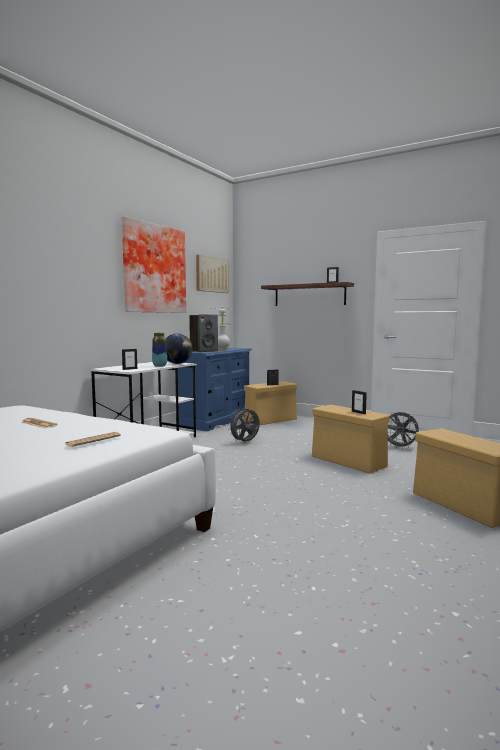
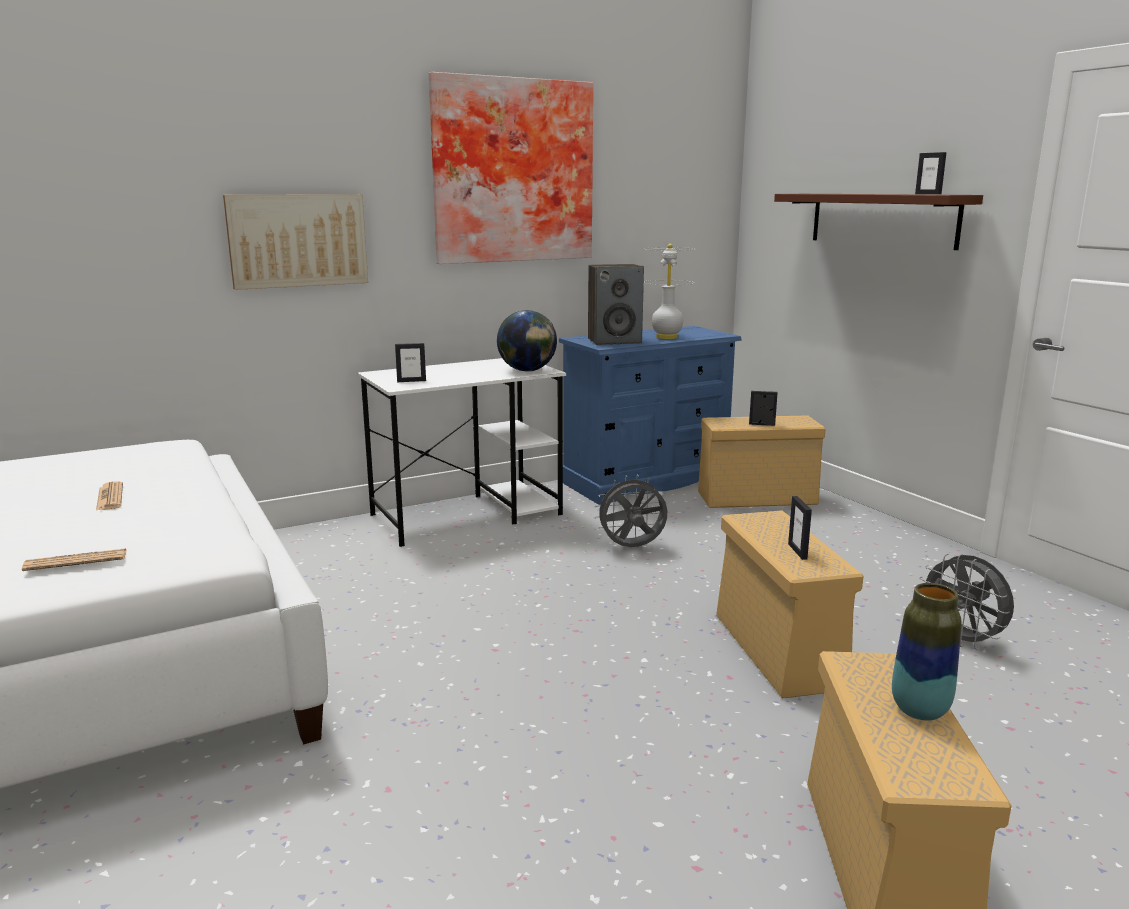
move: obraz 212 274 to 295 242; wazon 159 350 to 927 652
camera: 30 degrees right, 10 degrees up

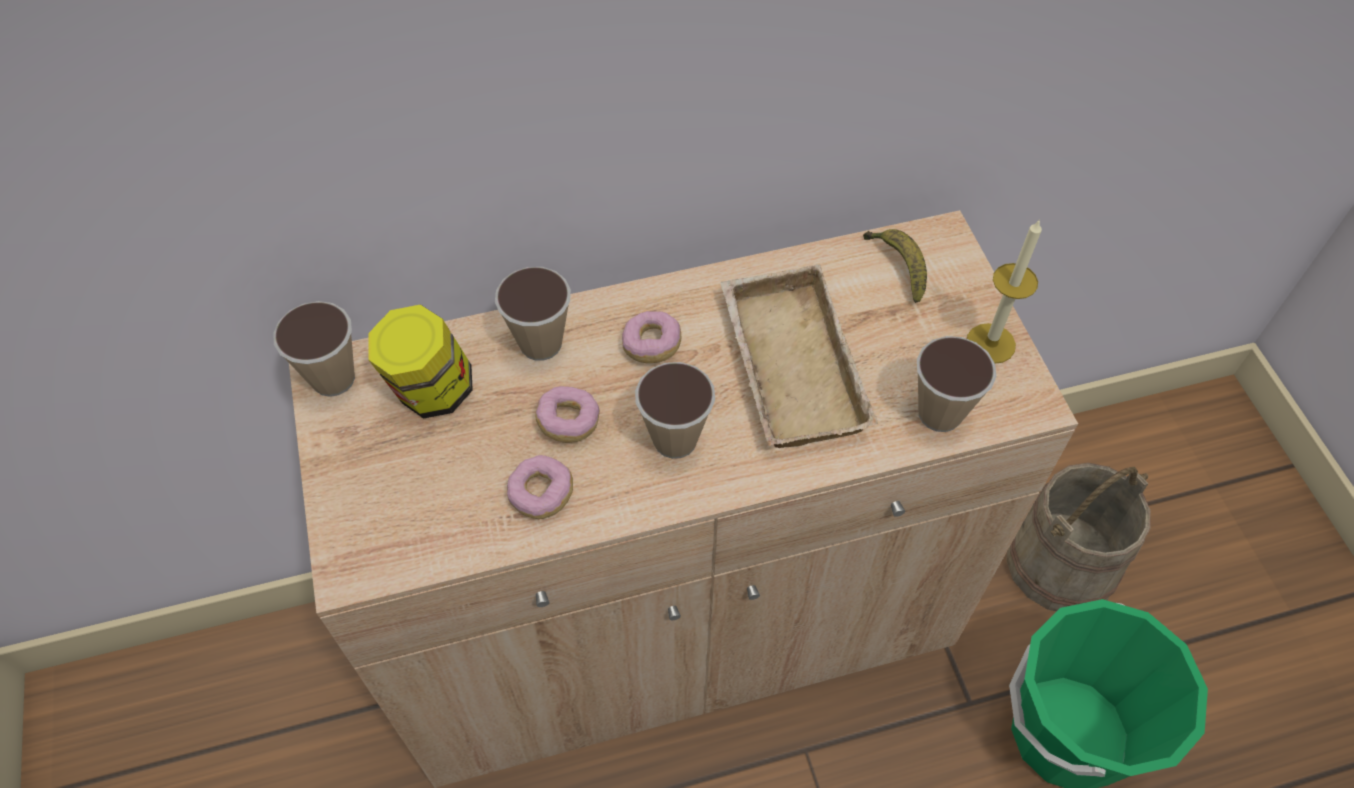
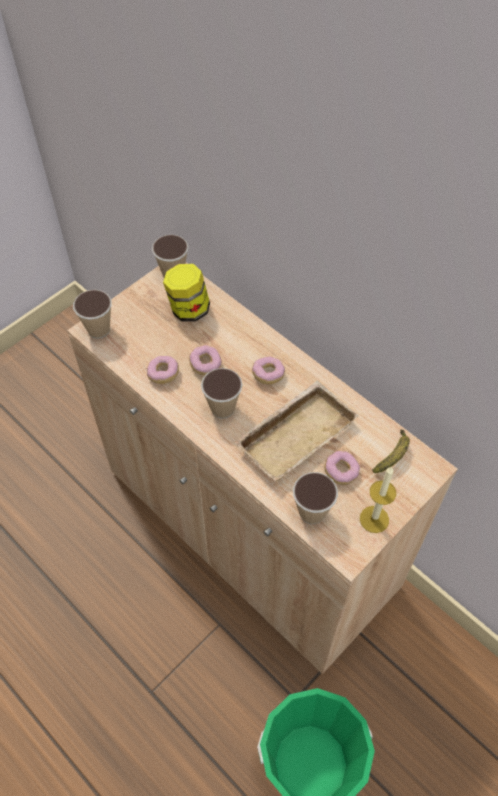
delete: wiadro (beżowy) 1078 537
insert: donut 342 468
move: filiżanka 533 314 to 92 314
camera: 60 degrees right, 0 degrees up

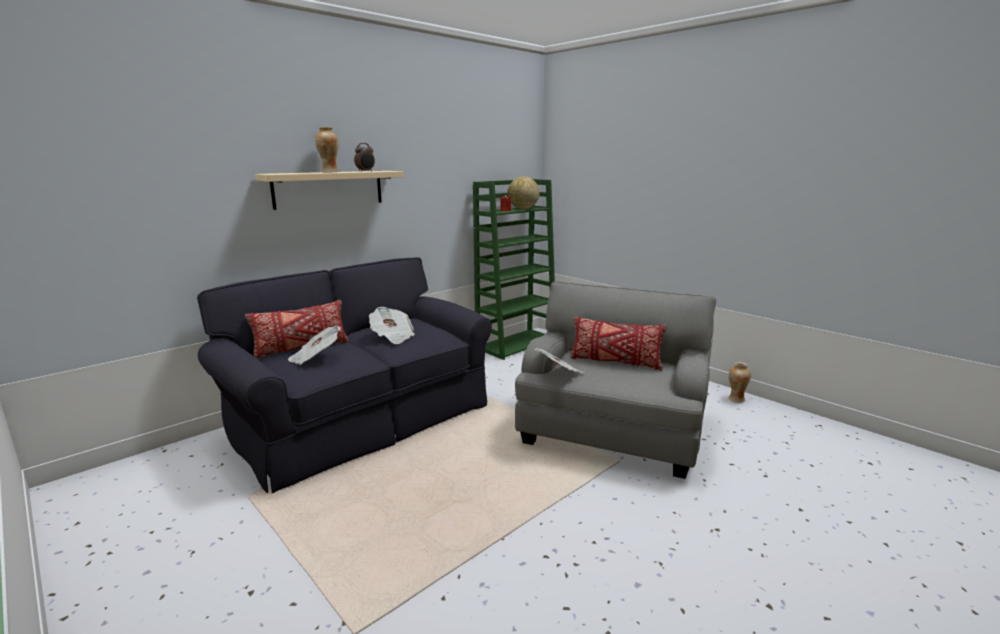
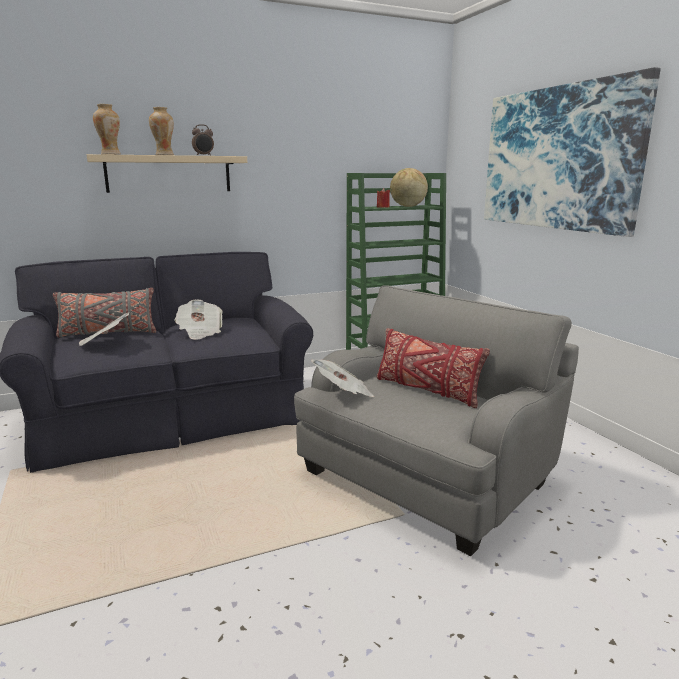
insert: obraz 572 152
move: wazon 740 382 to 107 129
recolor: poduszka (czerwony) 297 329 to poduszka (szary) 104 313
camera: 20 degrees right, 0 degrees up

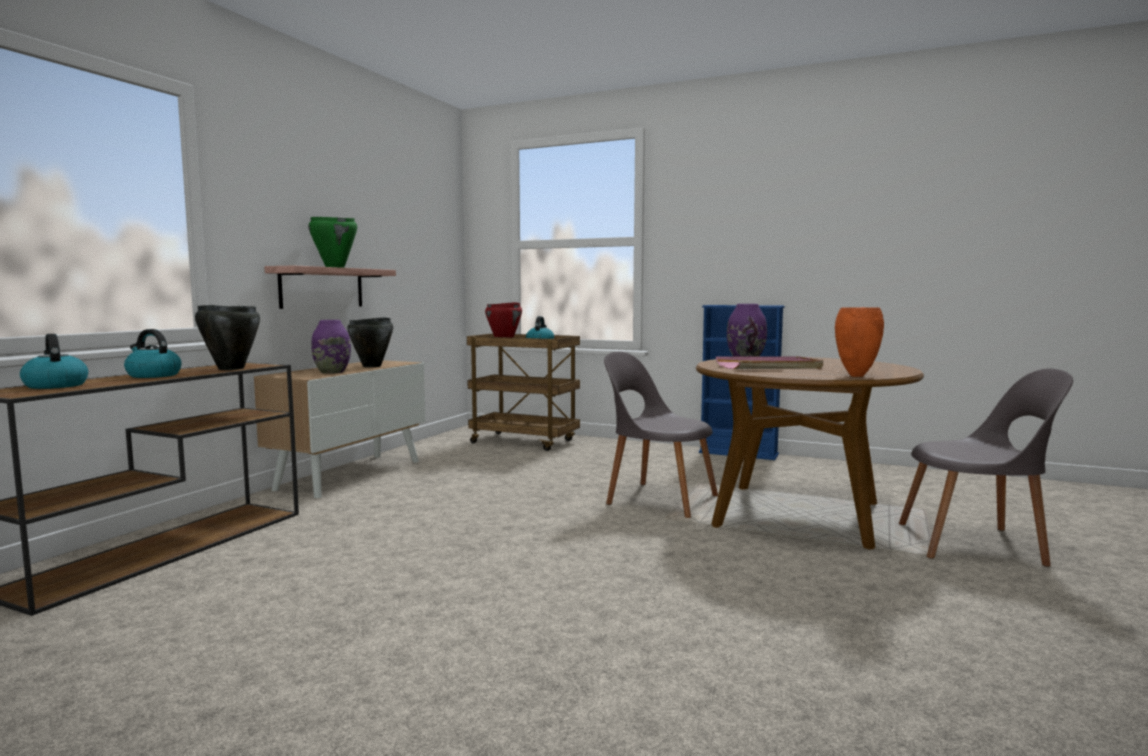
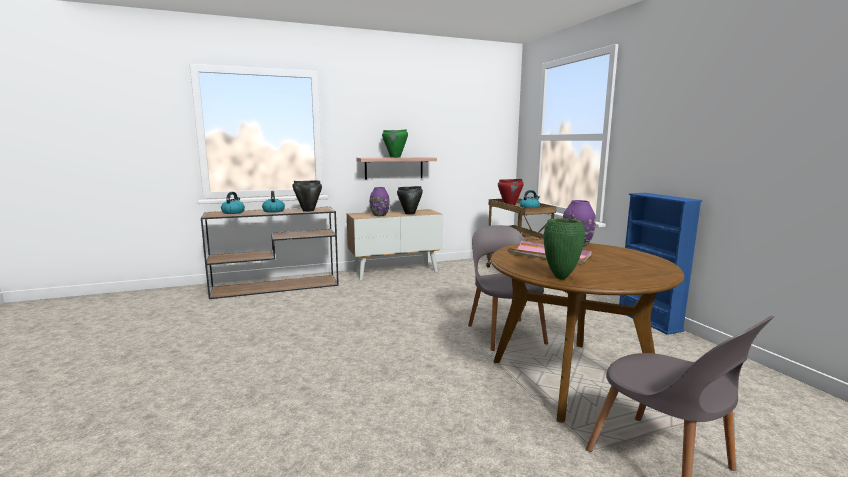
recolor: wazon (pomarańczowy) 859 342 to wazon (zielony) 564 248
camera: 45 degrees right, 5 degrees up

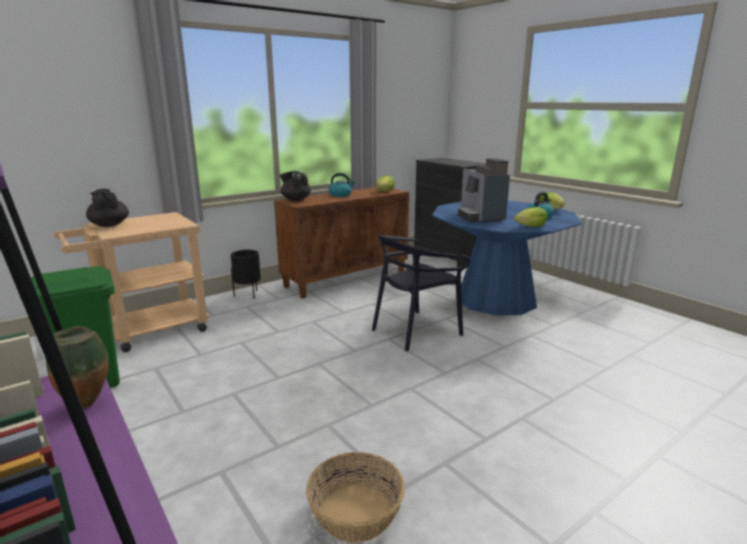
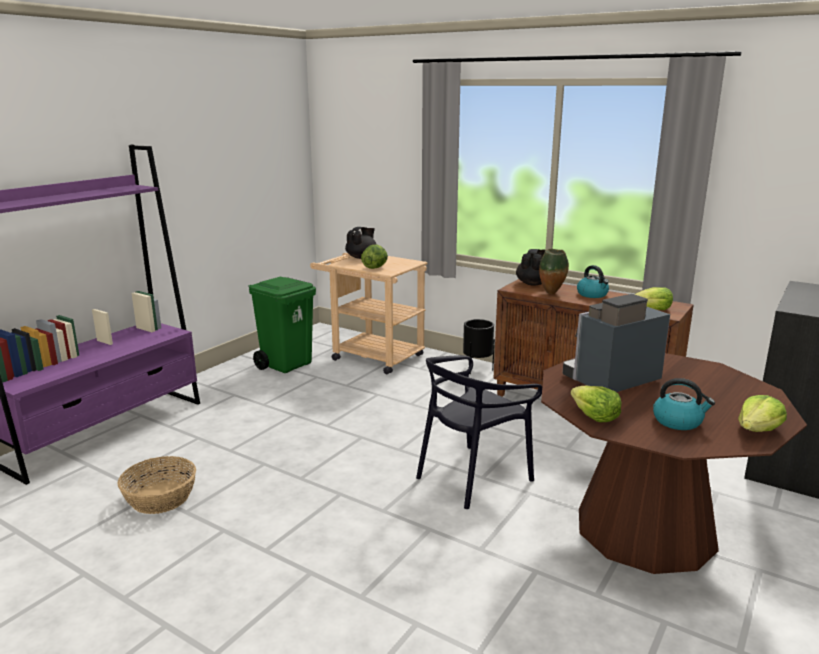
insert: sałata 374 256
move: wazon 77 367 to 554 271
recolor: stół jadalny (niebieski) 506 258 to stół jadalny (brązowy) 674 463
rotate: krzesło (czarny) 421 293 = 479 432 75 degrees counterclockwise
camera: 70 degrees right, 0 degrees up

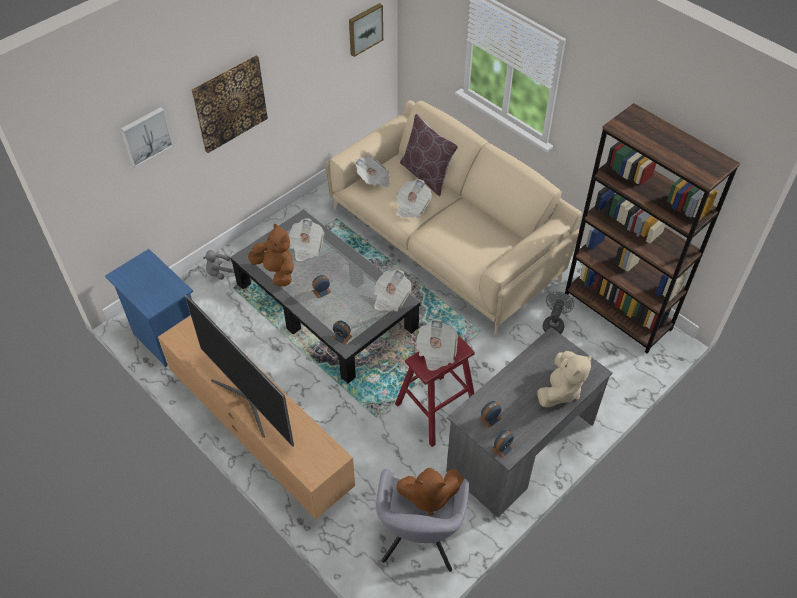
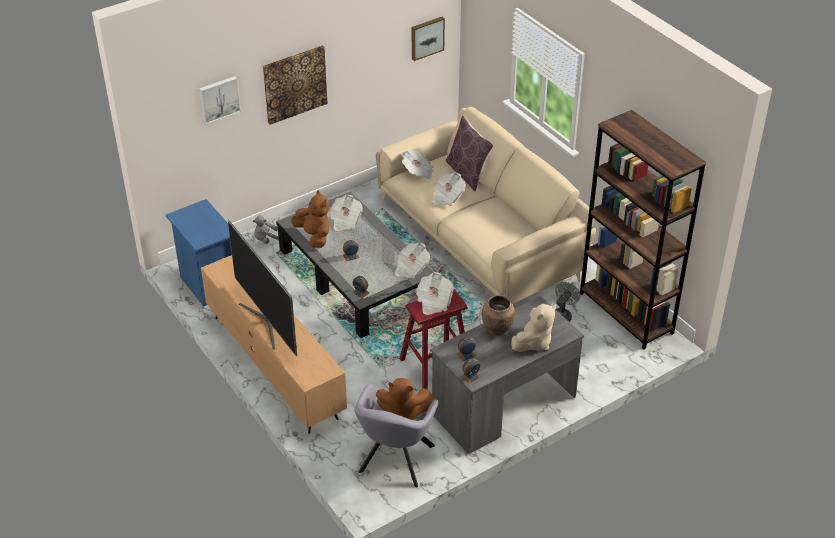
insert: wazon (brązowy) 498 315
camera: 10 degrees right, 10 degrees down

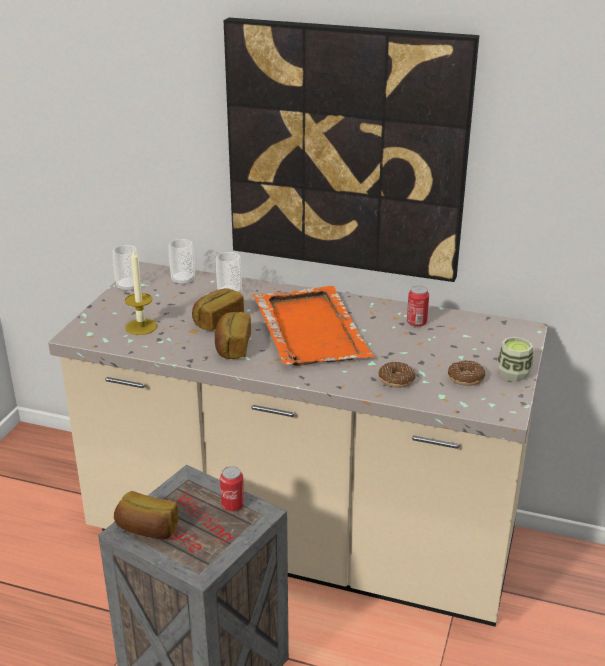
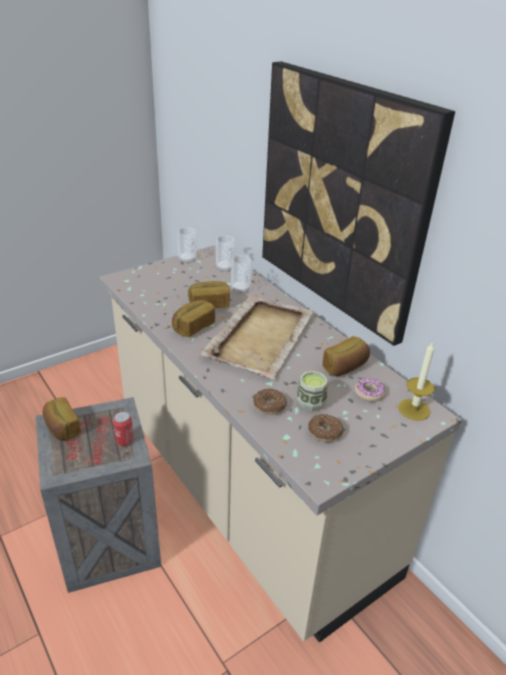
insert: donut 369 390
move: filiżanka 515 359 to 312 391; świeca 141 292 to 416 380
replace: puszka 418 306 to chleb 346 356
recolor: taca (pomarańczowy) 314 326 to taca (beżowy) 257 337
camera: 35 degrees right, 5 degrees up

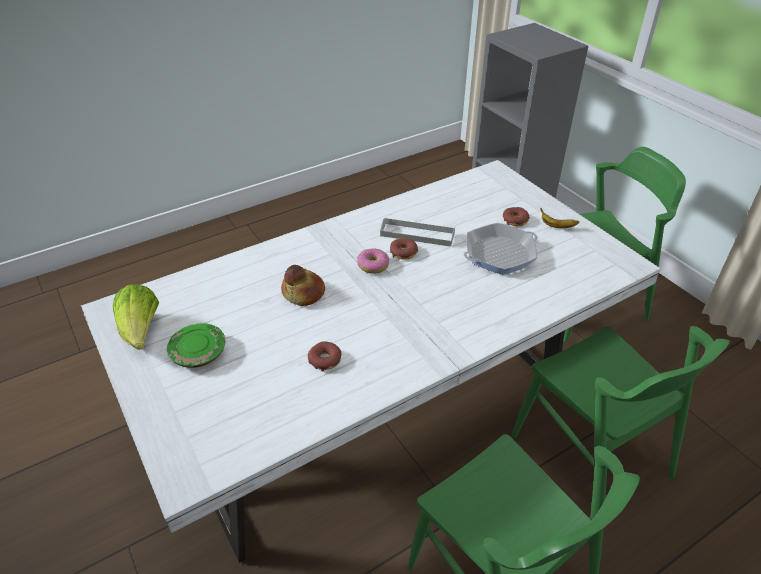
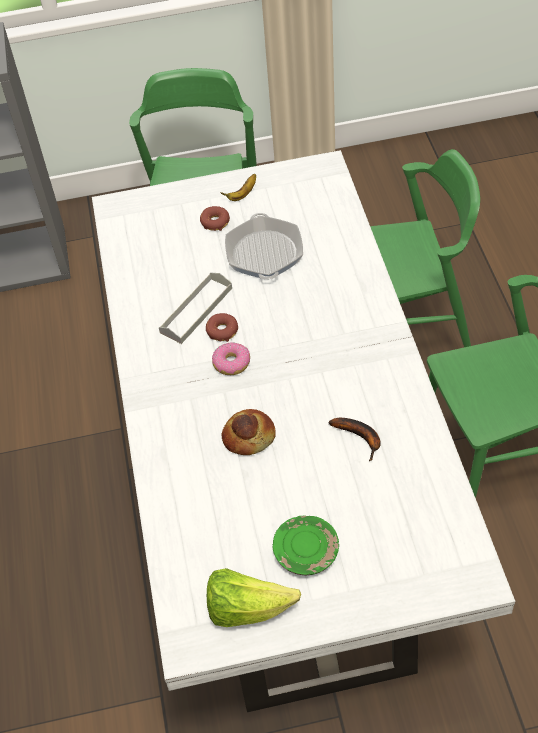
replace: donut 324 356 to banan 354 439
camera: 65 degrees left, 10 degrees up

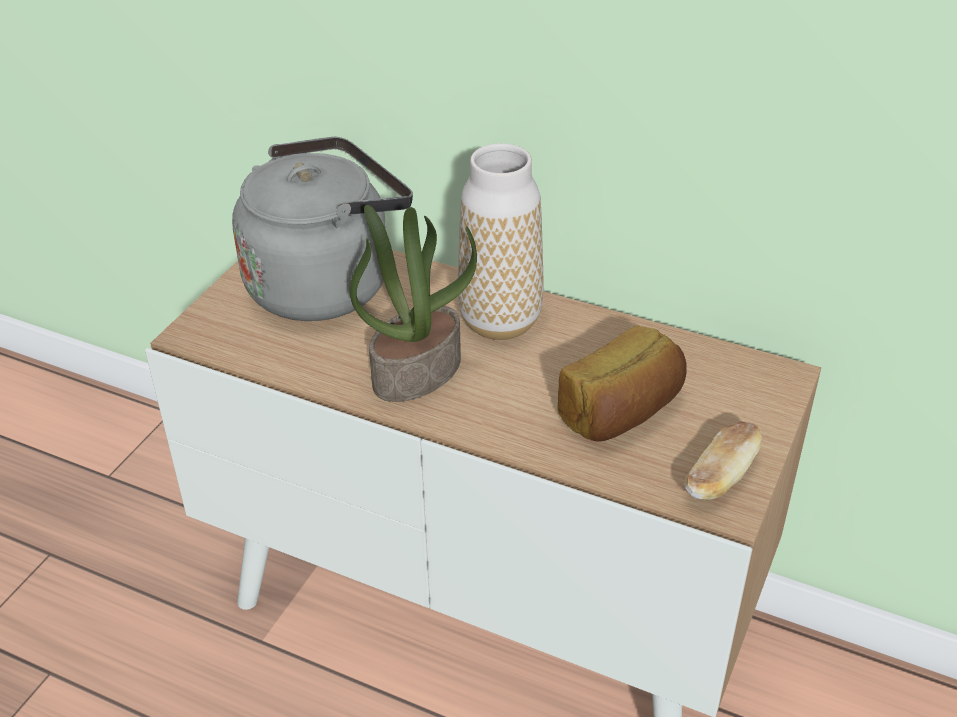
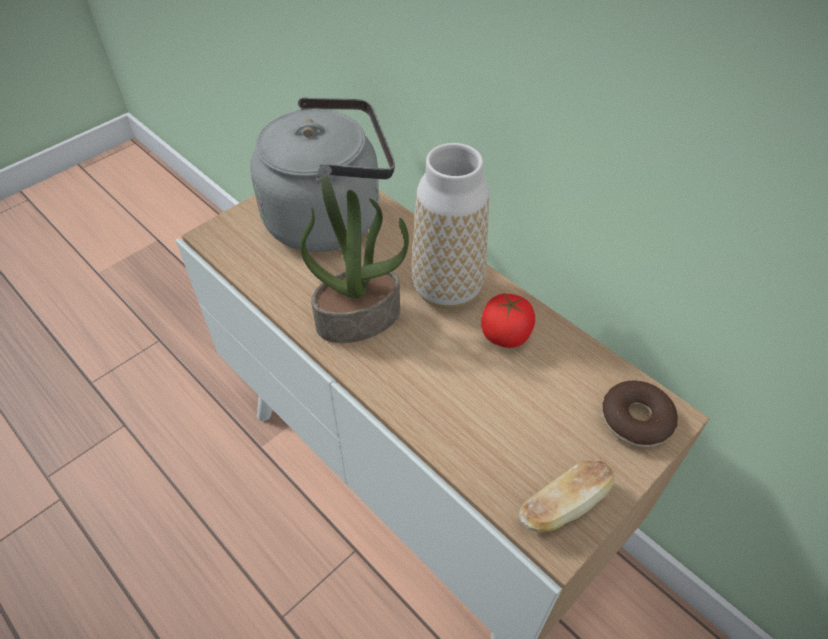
delete: chleb 622 384
insert: pomidor 508 321; donut 640 414
camera: 20 degrees right, 10 degrees up

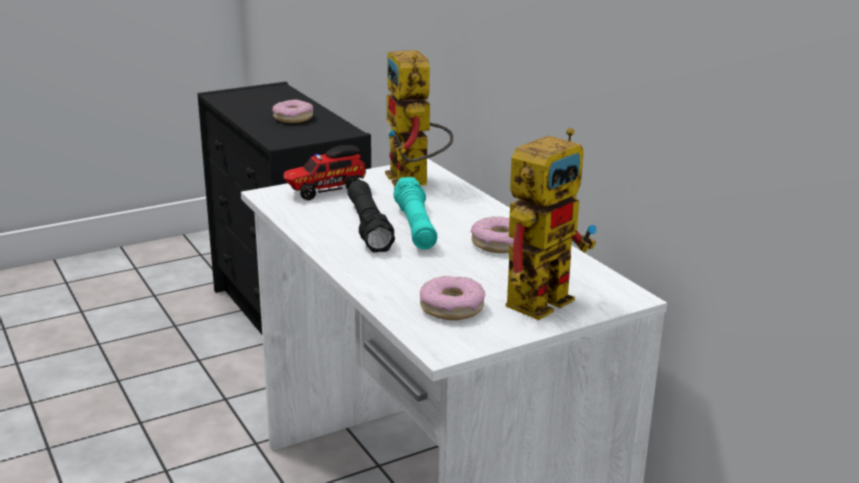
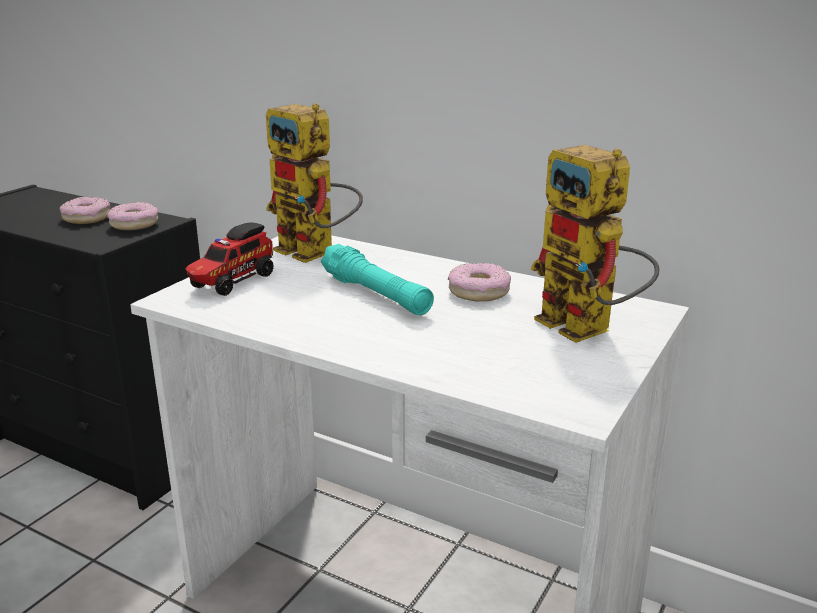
delete: latarka (czarny) 371 216
move: donut 452 298 to 132 216
rotate: robot zabawkowy 551 224 = 594 244 135 degrees clockwise
camera: 30 degrees left, 0 degrees up

